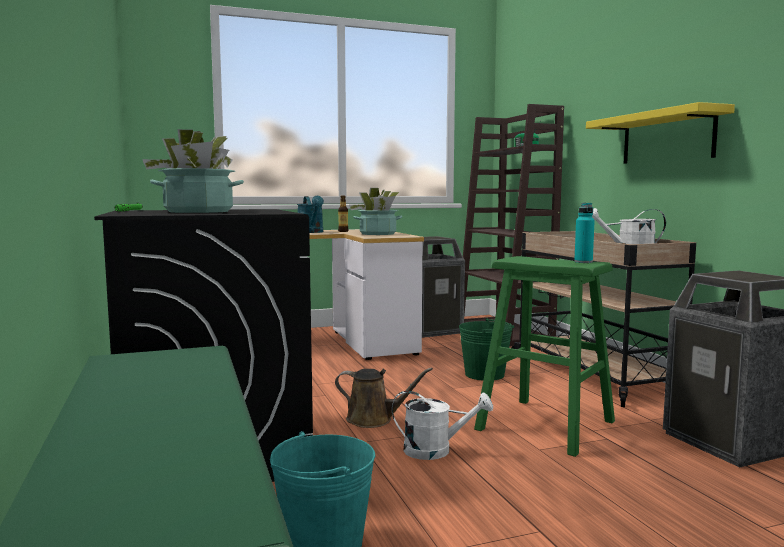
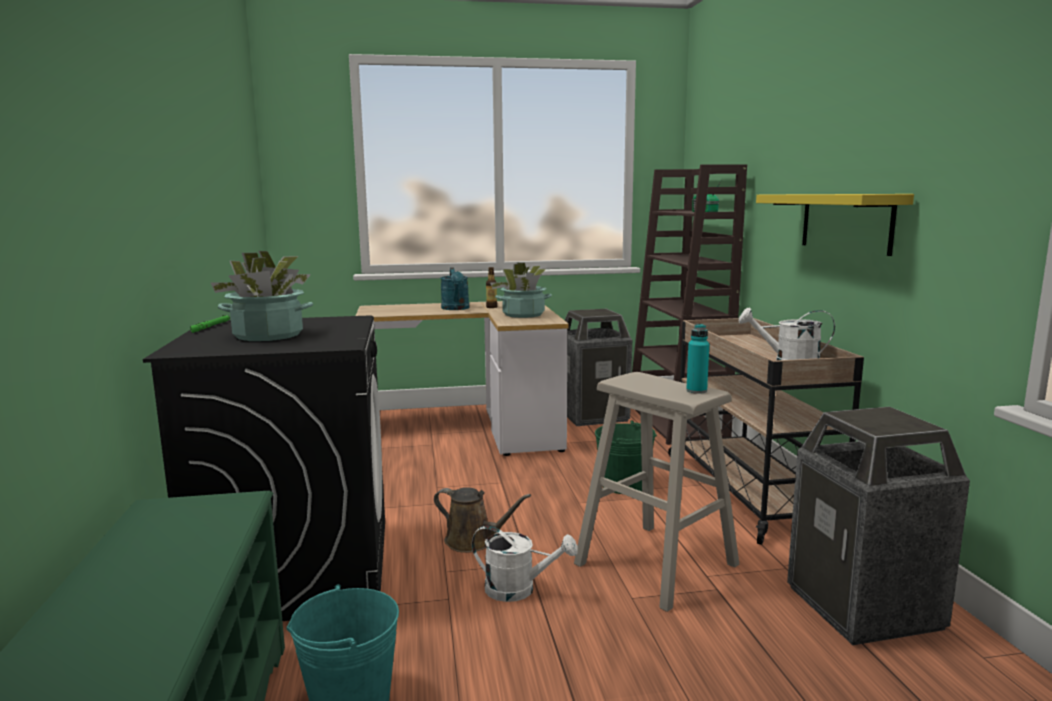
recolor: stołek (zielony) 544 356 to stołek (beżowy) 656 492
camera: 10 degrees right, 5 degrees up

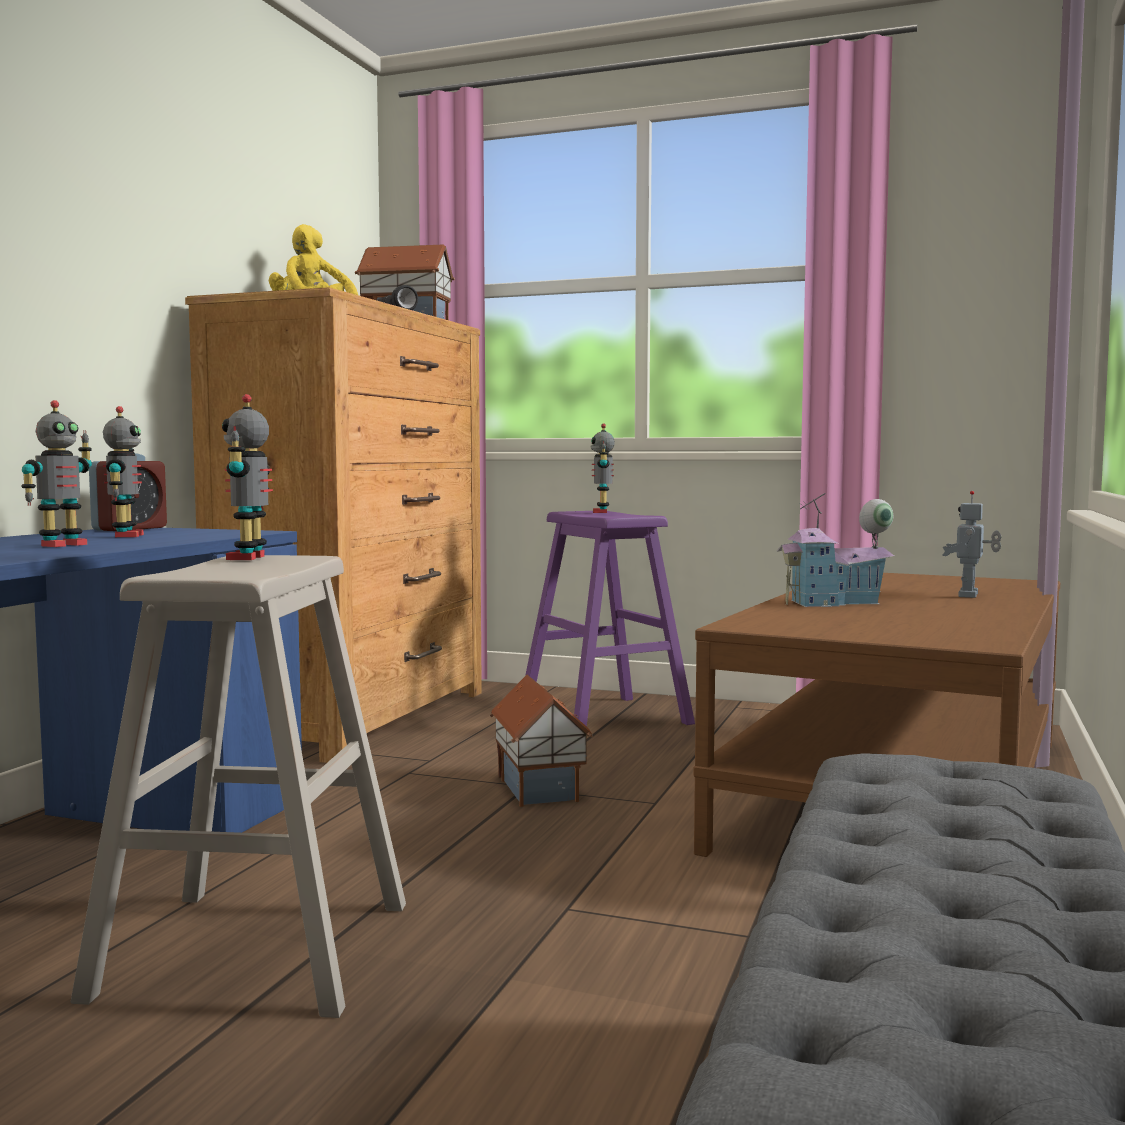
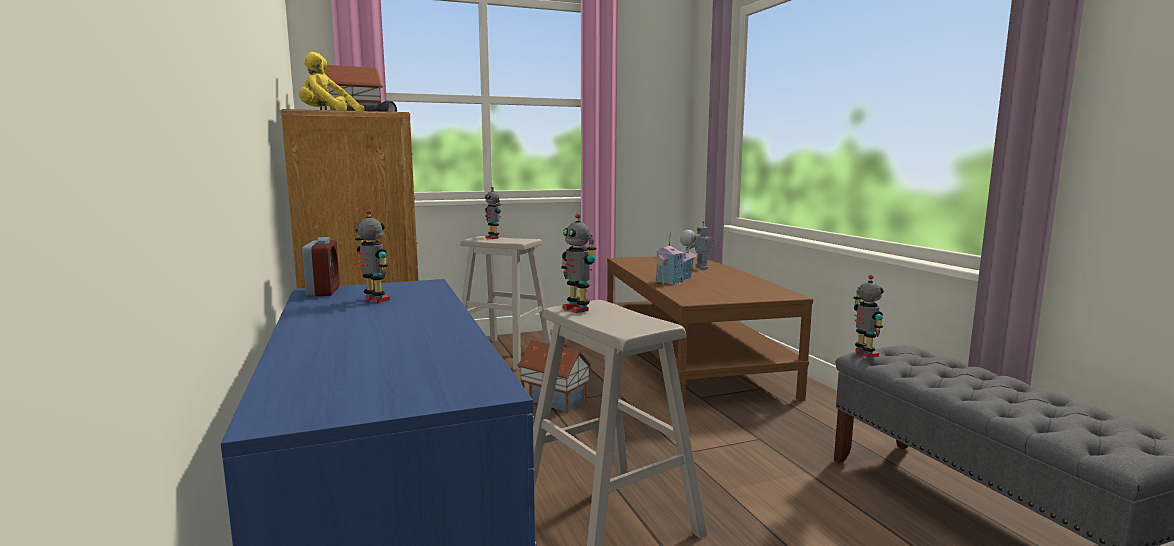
move: robot zabawkowy 56 473 to 869 316
recolor: stołek (fioletowy) 610 619 to stołek (beżowy) 505 303
camera: 40 degrees left, 5 degrees up

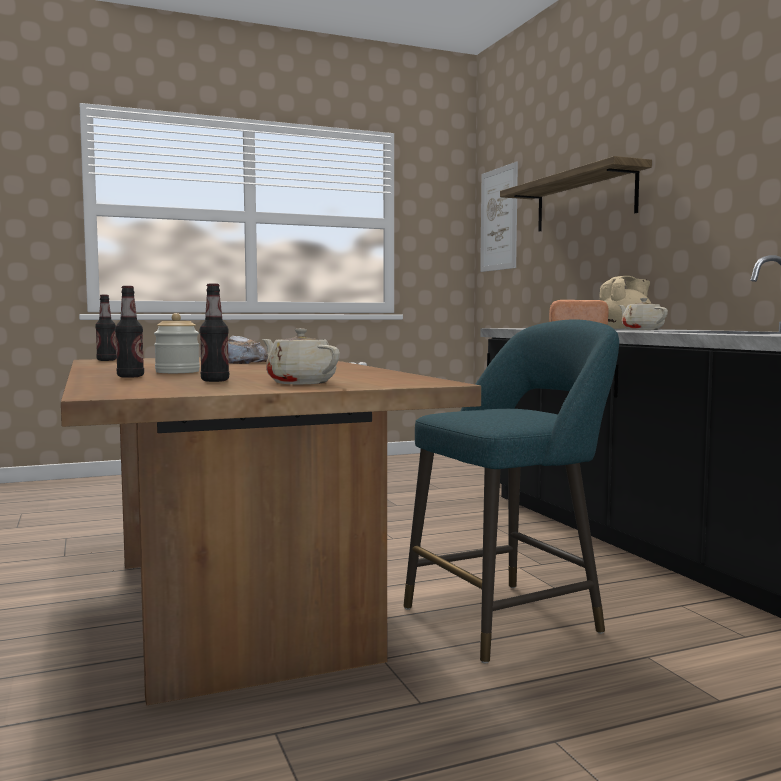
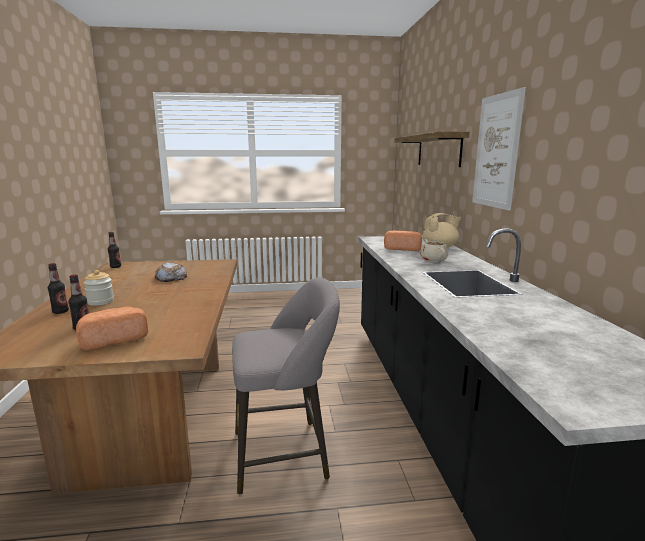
move: obraz 499 217 to 499 149
replace: imbryk (beżowy) 301 356 to chleb 112 328
recolor: stołek (turkusowy) 511 491 to stołek (szary) 286 386
camera: 15 degrees right, 10 degrees up

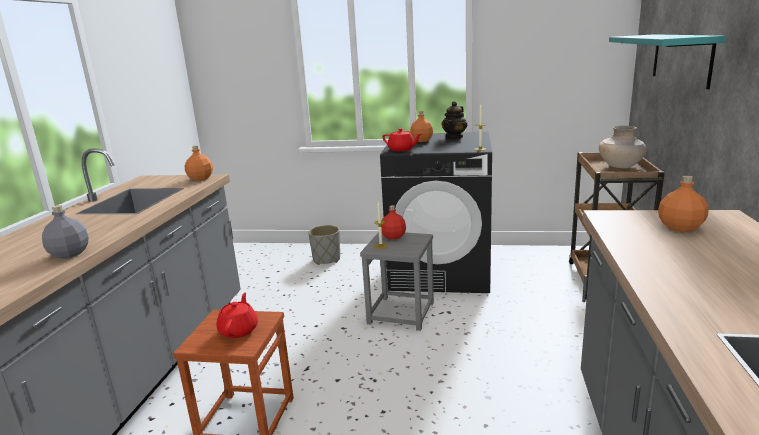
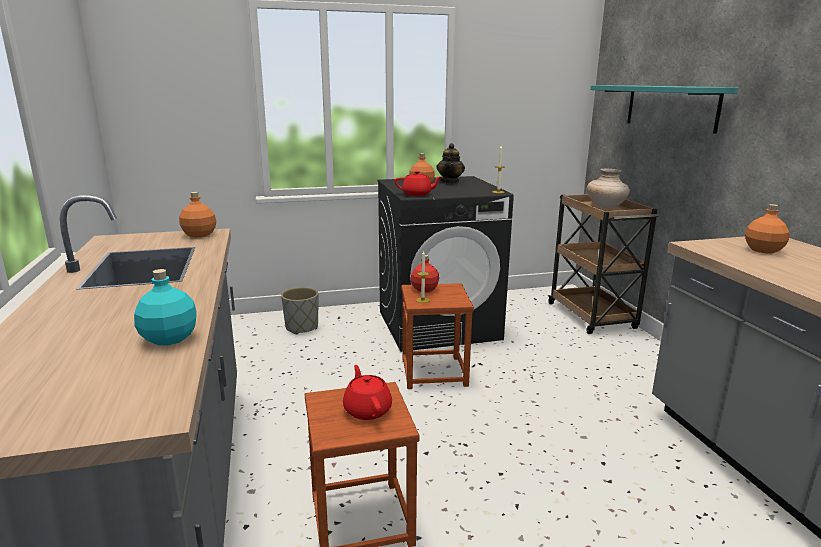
recolor: butelka (szary) 65 231 to butelka (turkusowy) 165 307; stołek (szary) 397 281 to stołek (brązowy) 437 336
camera: 25 degrees left, 0 degrees up

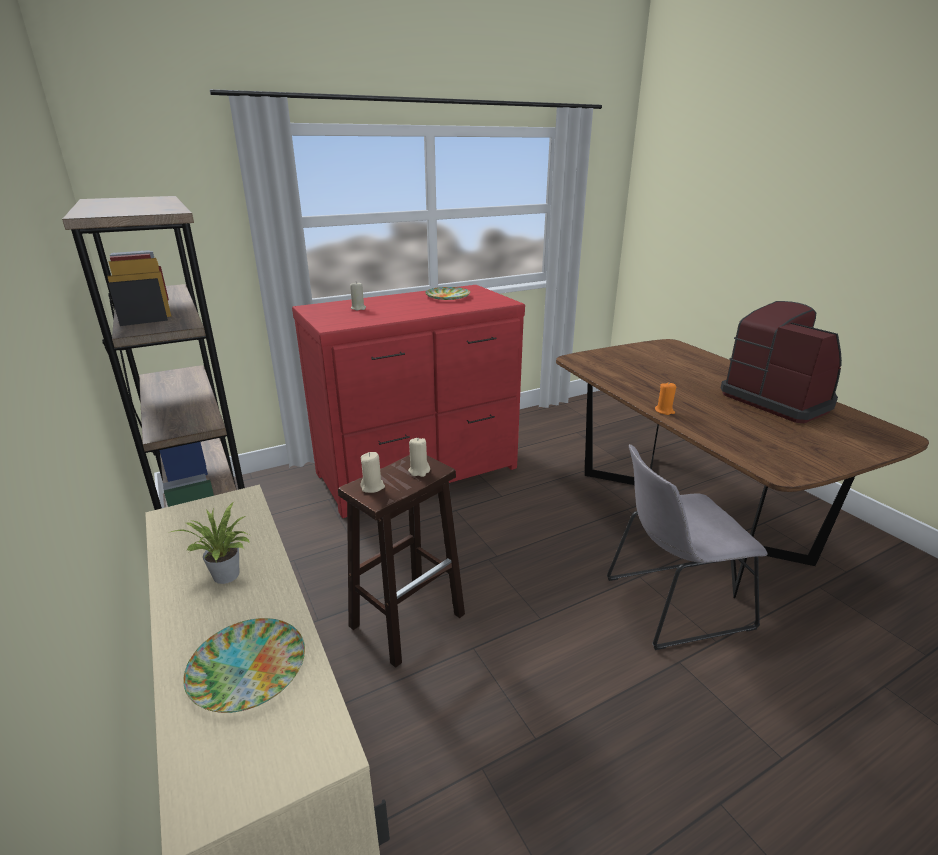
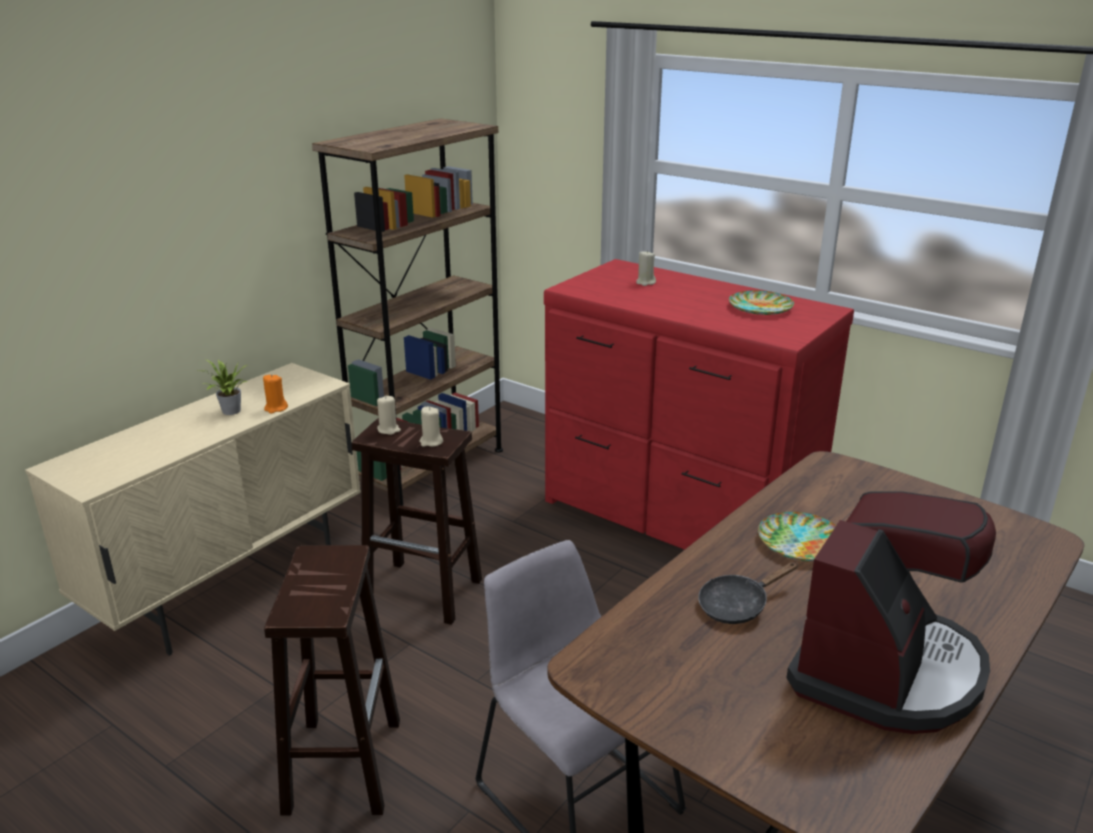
insert: stołek (brązowy) 332 680; patelnia (czarny) 748 593
move: świeca (pomarańczowy) 665 398 to 275 394; talerz 244 665 to 797 536
camera: 65 degrees right, 0 degrees up

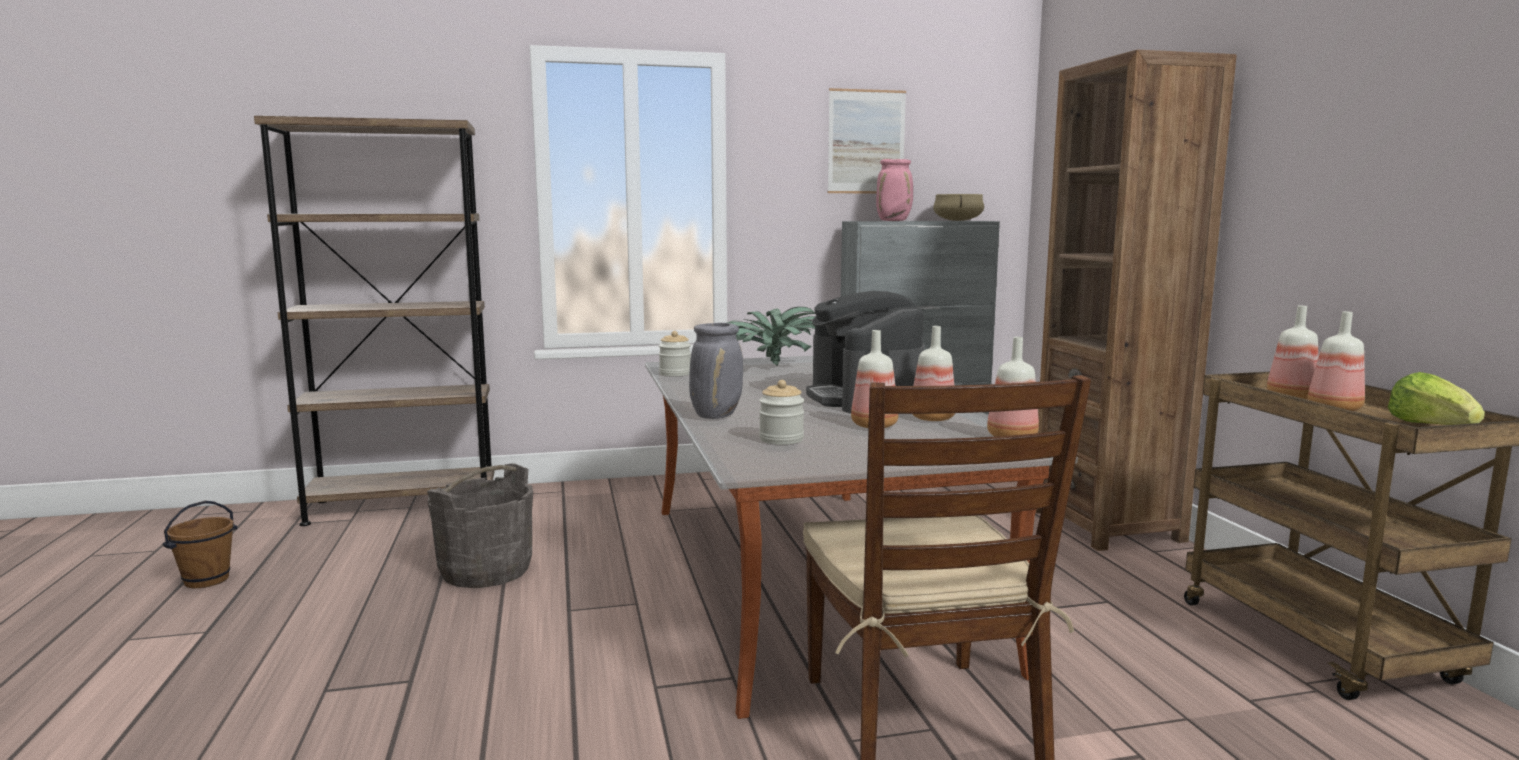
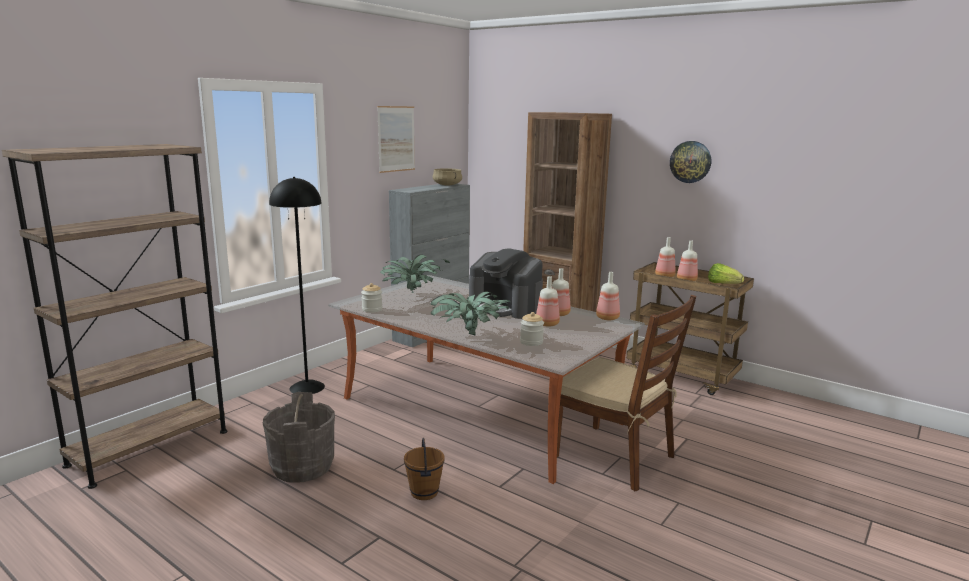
delete: wazon (różowy) 894 190
insert: lampa stojąca (czarny) 297 285; zegar ścienny 690 162
move: wiadro (brązowy) 199 544 to 424 469
replace: wazon (szary) 716 371 to roślina doniczkowa 470 313
camera: 40 degrees left, 5 degrees up

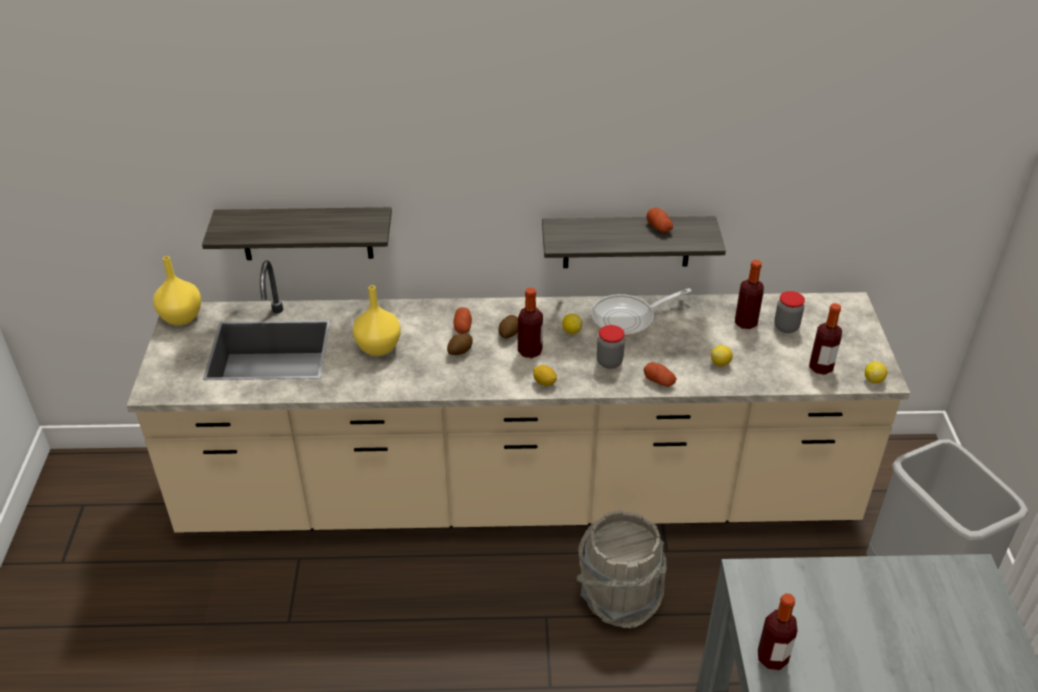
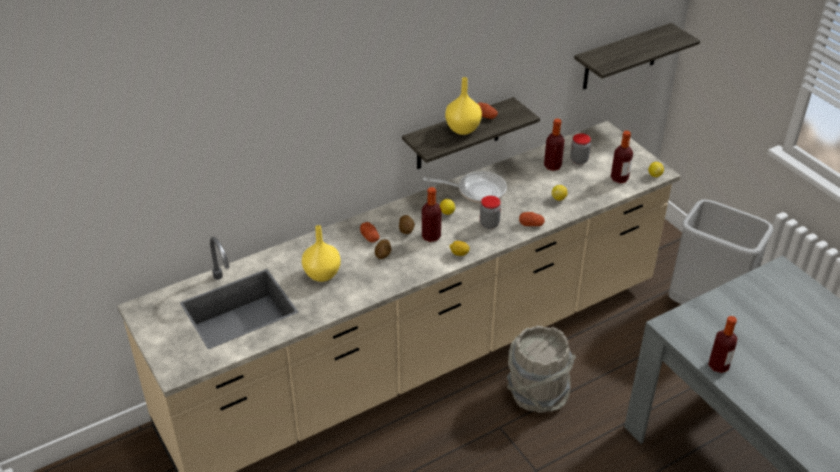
move: wazon (żółty) 177 291 to 463 106; półka 297 233 to 637 56
rotate: patelnia 641 312 = 465 187 120 degrees counterclockwise
camera: 30 degrees left, 0 degrees up

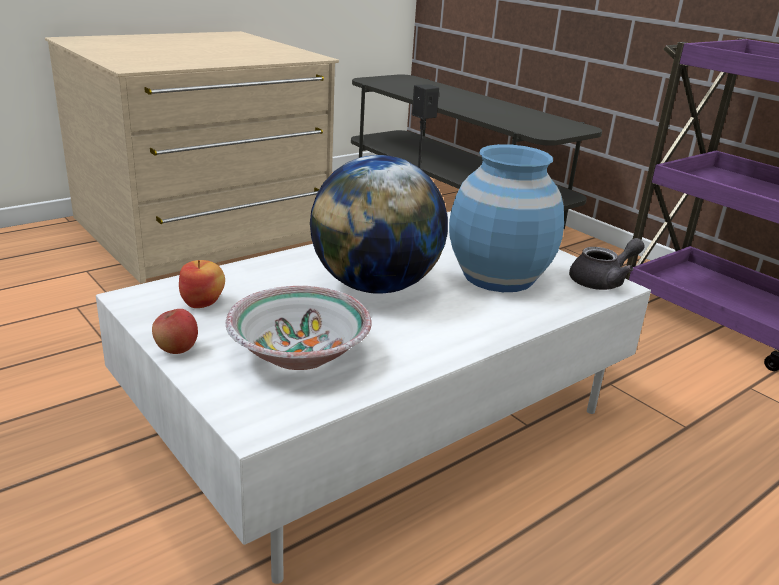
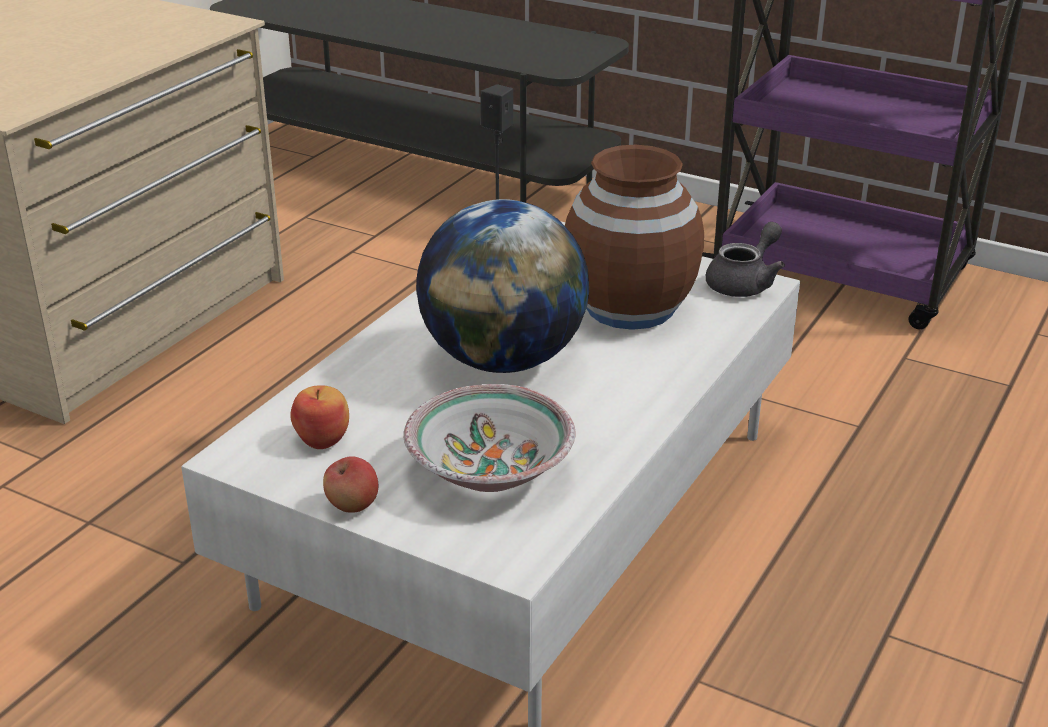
recolor: wazon (niebieski) 506 218 to wazon (brązowy) 634 237
camera: 20 degrees left, 5 degrees up

